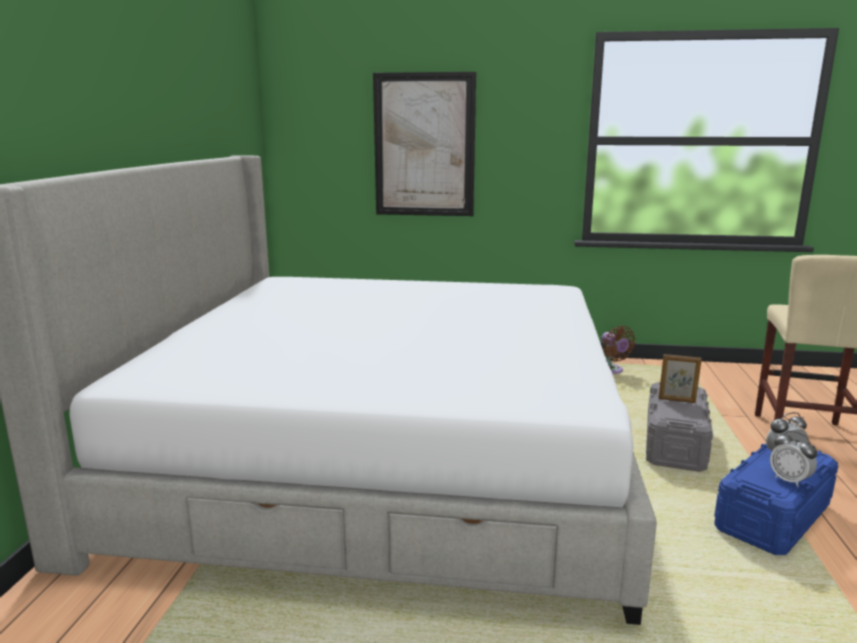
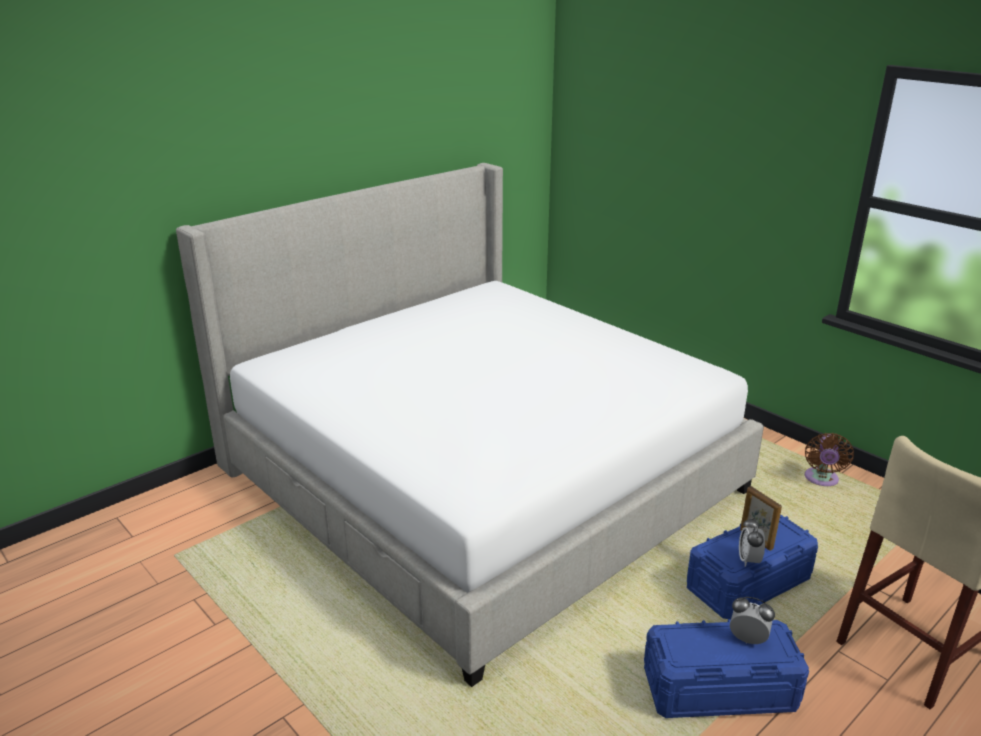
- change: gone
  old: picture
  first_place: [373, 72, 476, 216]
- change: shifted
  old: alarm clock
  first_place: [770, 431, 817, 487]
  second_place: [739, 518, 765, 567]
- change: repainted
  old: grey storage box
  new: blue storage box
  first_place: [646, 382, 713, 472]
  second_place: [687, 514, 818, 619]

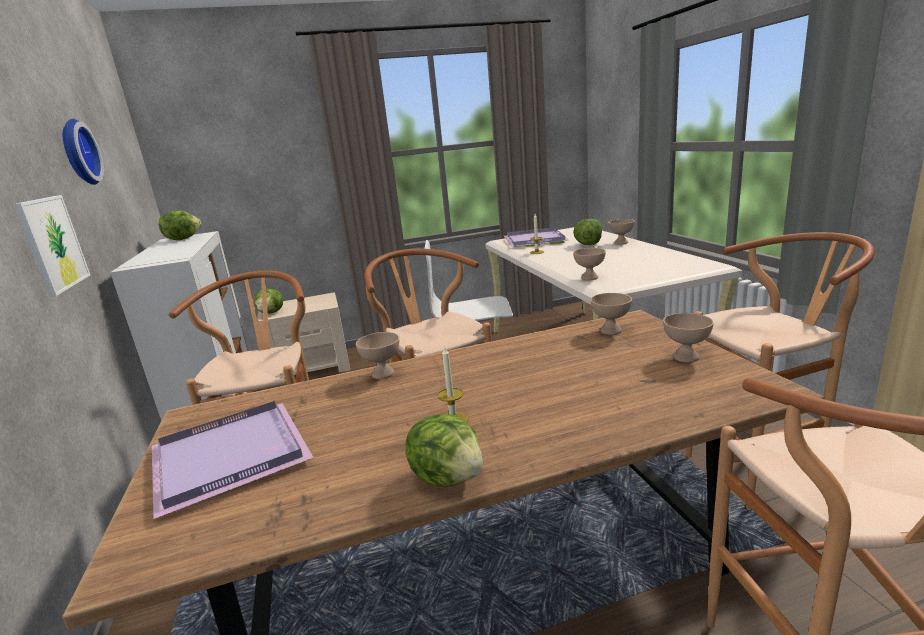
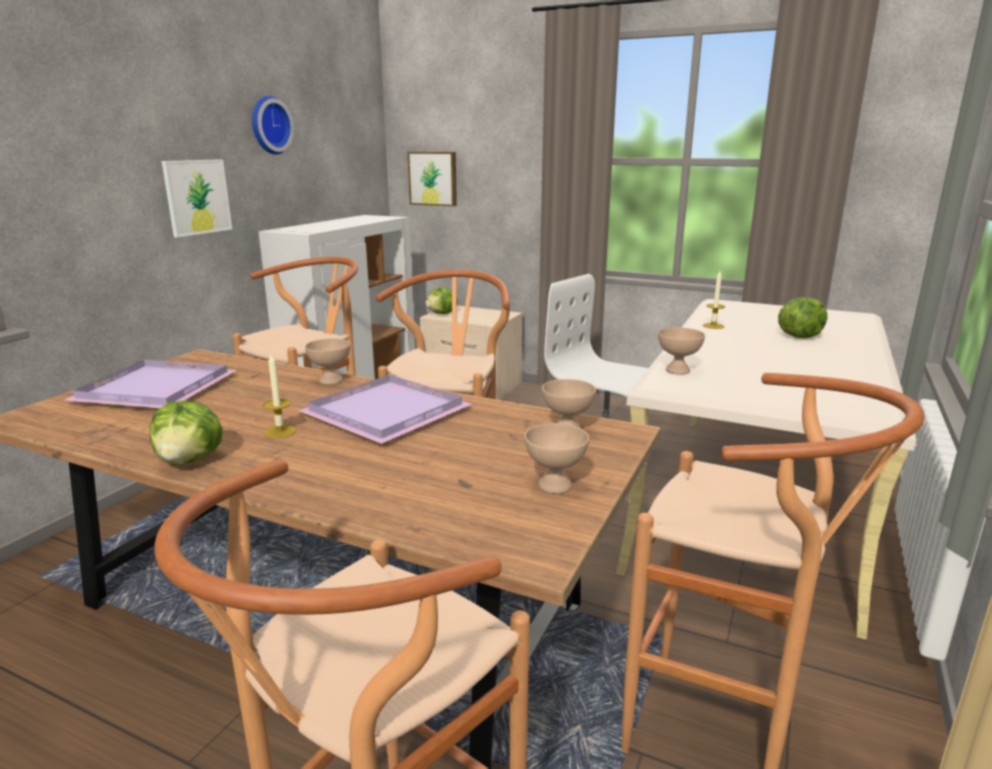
- change: gone
  old: lettuce
  first_place: [159, 210, 201, 240]
- change: gone
  old: beige bowl
  first_place: [608, 219, 635, 245]
- change: new
  new: picture
  second_place: [408, 152, 457, 206]
- change: shifted
  old: purple tray
  first_place: [504, 227, 570, 247]
  second_place: [298, 375, 472, 444]

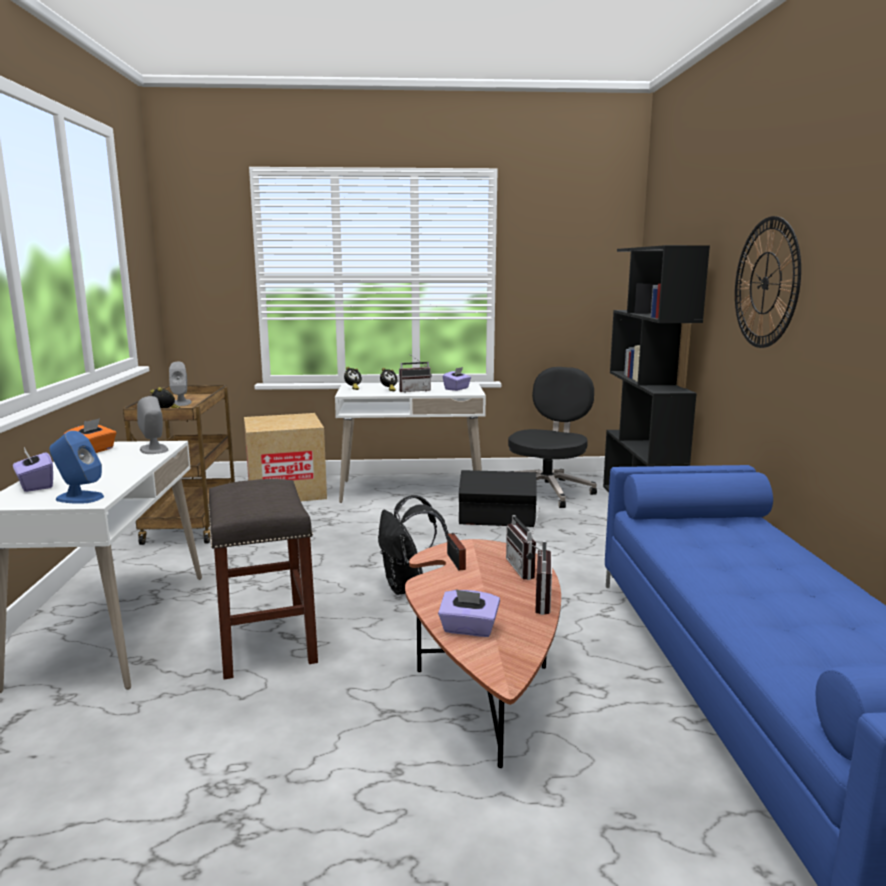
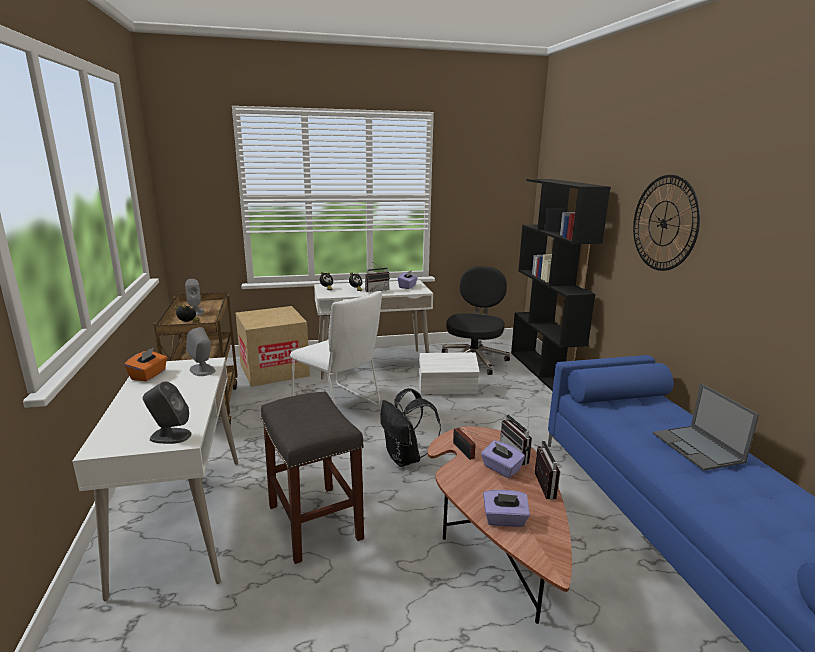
- change: new
  new: white chair
  second_place: [290, 291, 382, 405]
- change: new
  new: laptop
  second_place: [653, 383, 759, 471]
- change: shifted
  old: purple tissue box
  first_place: [13, 447, 53, 492]
  second_place: [481, 440, 525, 478]
- change: repainted
  old: blue speaker
  new: grey speaker
  first_place: [49, 431, 104, 504]
  second_place: [143, 381, 192, 444]
- change: repainted
  old: black storage box
  new: white storage box
  first_place: [459, 470, 537, 527]
  second_place: [418, 353, 479, 395]

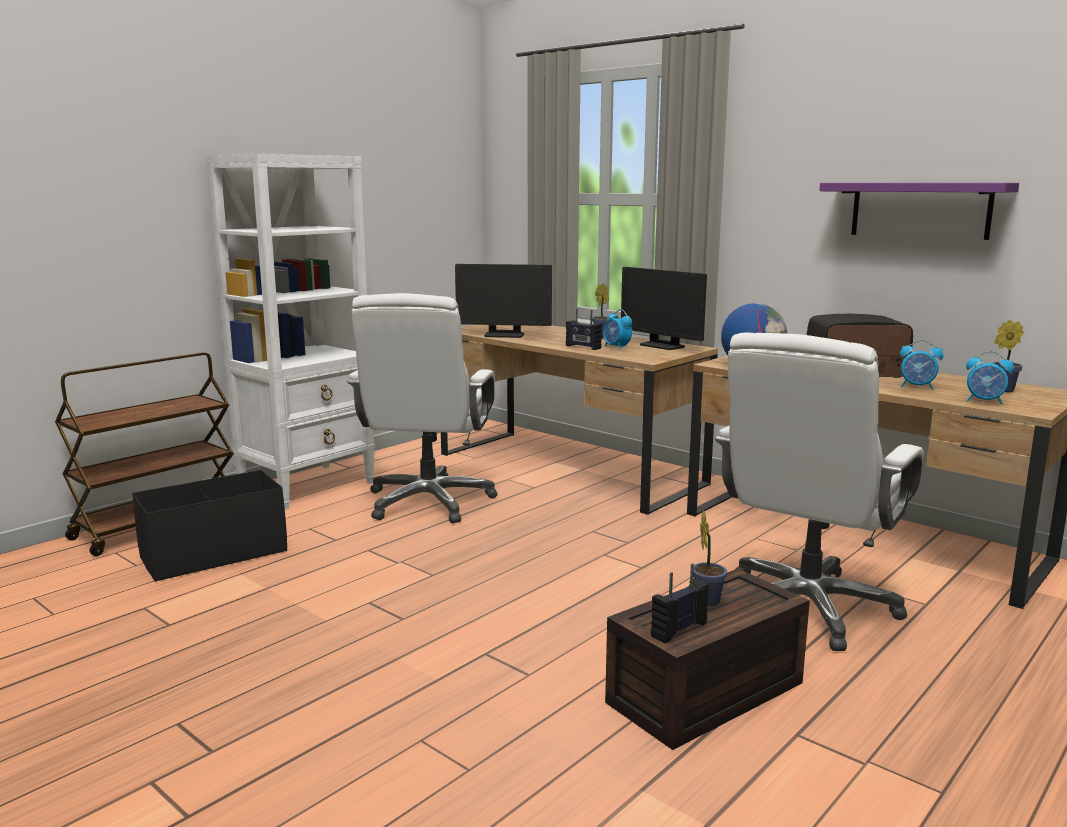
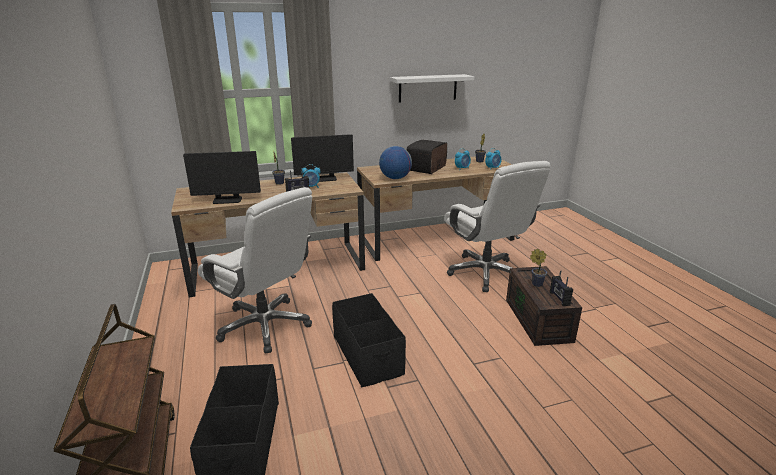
- change: gone
  old: white bookcase
  first_place: [206, 154, 375, 510]
- change: new
  new: black storage box
  second_place: [332, 293, 406, 388]
- change: repainted
  old: purple shelf
  new: white shelf
  first_place: [819, 183, 1019, 240]
  second_place: [390, 74, 475, 103]
- change: rotated
  old: monitor
  first_place: [455, 264, 552, 338]
  second_place: [183, 151, 261, 204]
  degrees: 45

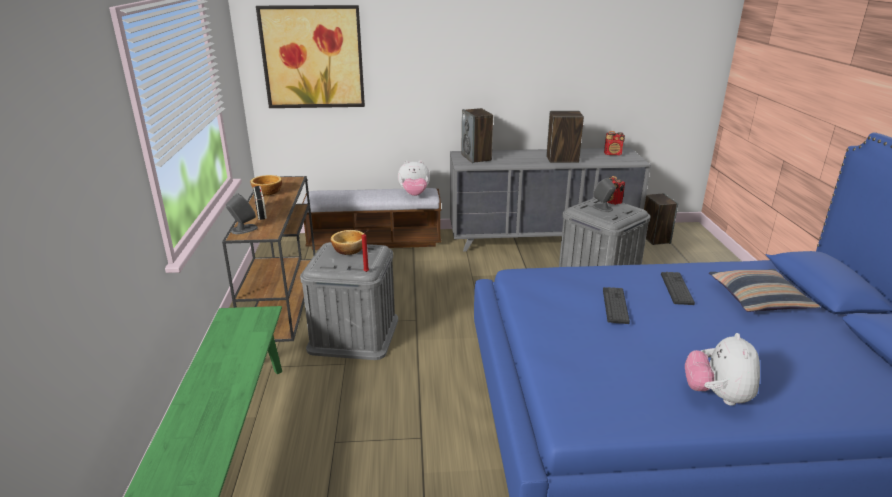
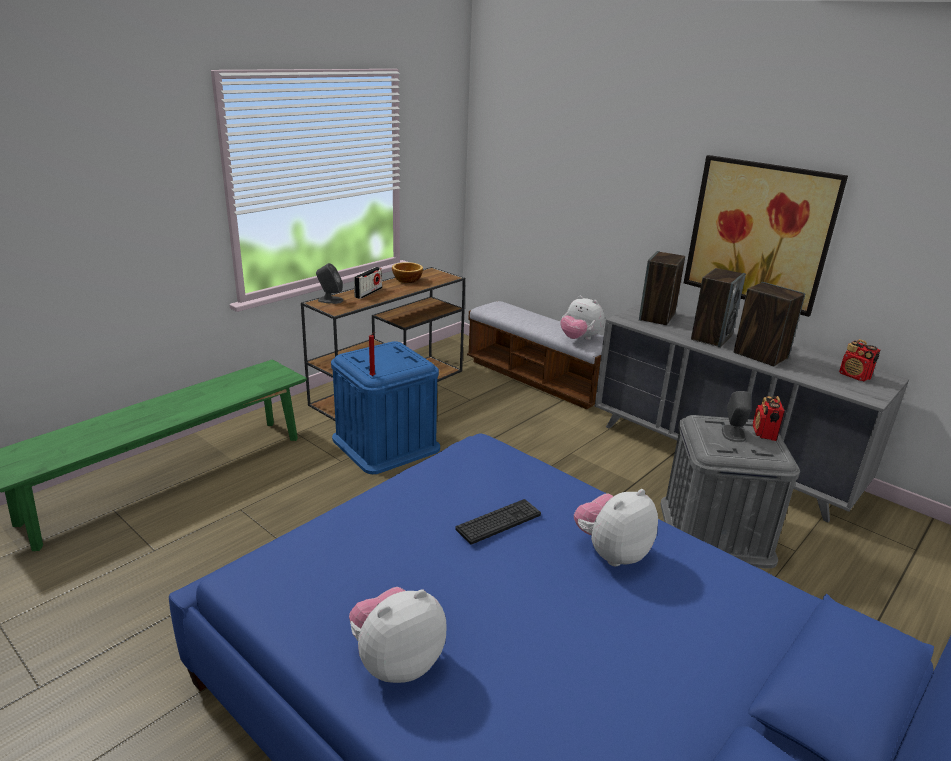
- change: gone
  old: bowl
  first_place: [331, 230, 364, 255]
- change: gone
  old: pillow
  first_place: [709, 269, 820, 312]
- change: shifted
  old: picture
  first_place: [256, 5, 365, 108]
  second_place: [684, 155, 848, 317]
- change: shifted
  old: speaker
  first_place: [644, 193, 678, 245]
  second_place: [691, 268, 746, 348]
- change: swapped
  old: keyboard
  new: plush toy
  first_place: [661, 272, 695, 305]
  second_place: [574, 489, 658, 567]
- change: repainted
  old: grey storage box
  new: blue storage box
  first_place: [300, 242, 398, 360]
  second_place: [331, 341, 440, 474]

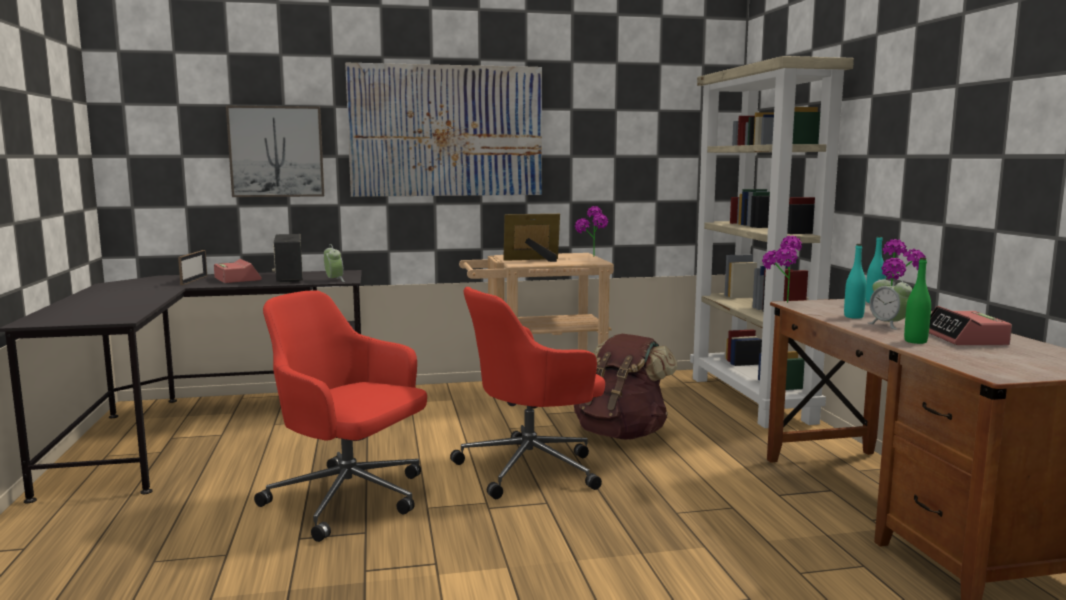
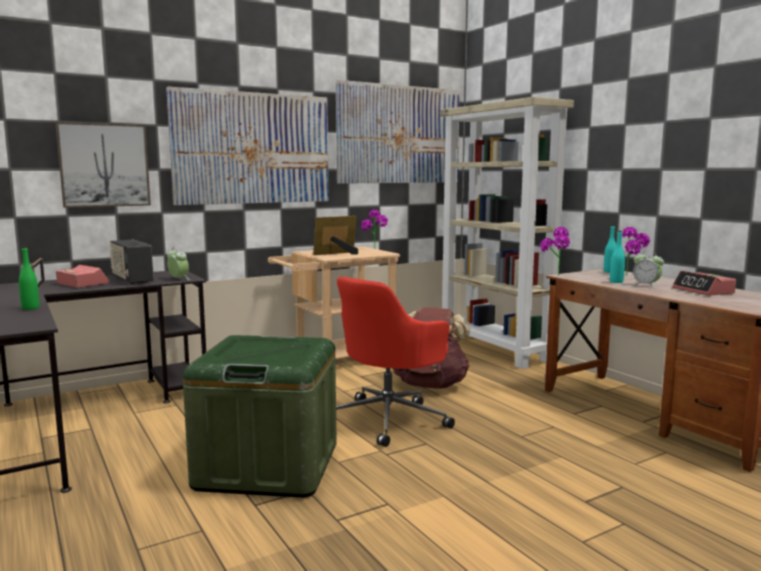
- change: new
  new: picture
  second_place: [336, 80, 460, 184]
- change: shifted
  old: green bottle
  first_place: [904, 257, 931, 344]
  second_place: [19, 247, 39, 310]
- change: swapped
  old: red office chair
  new: green storage box
  first_place: [254, 291, 427, 542]
  second_place: [182, 335, 337, 498]

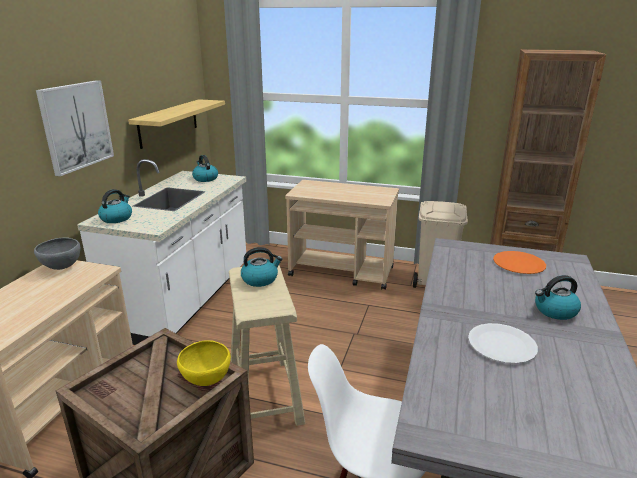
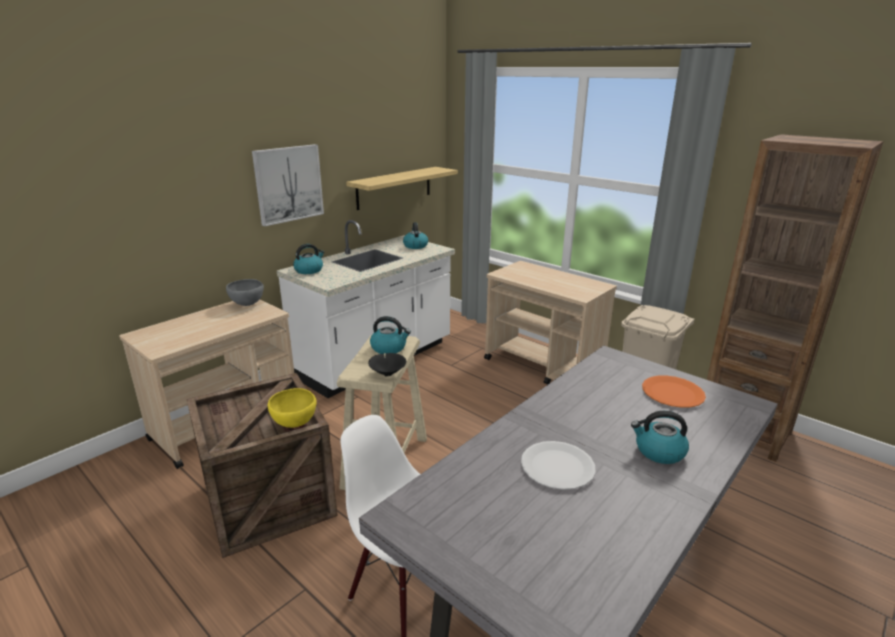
- change: new
  new: black bowl
  second_place: [368, 353, 406, 377]

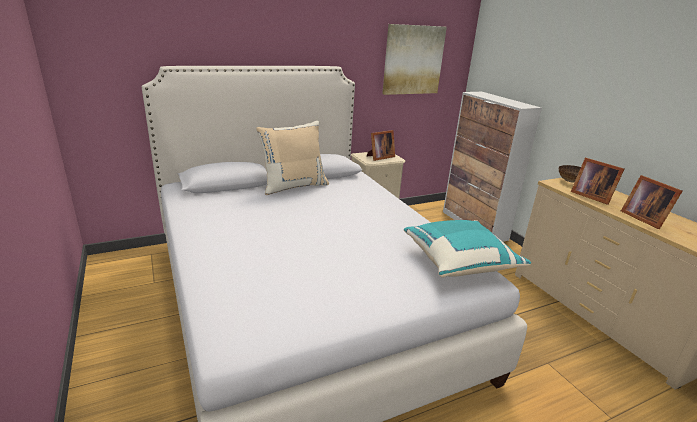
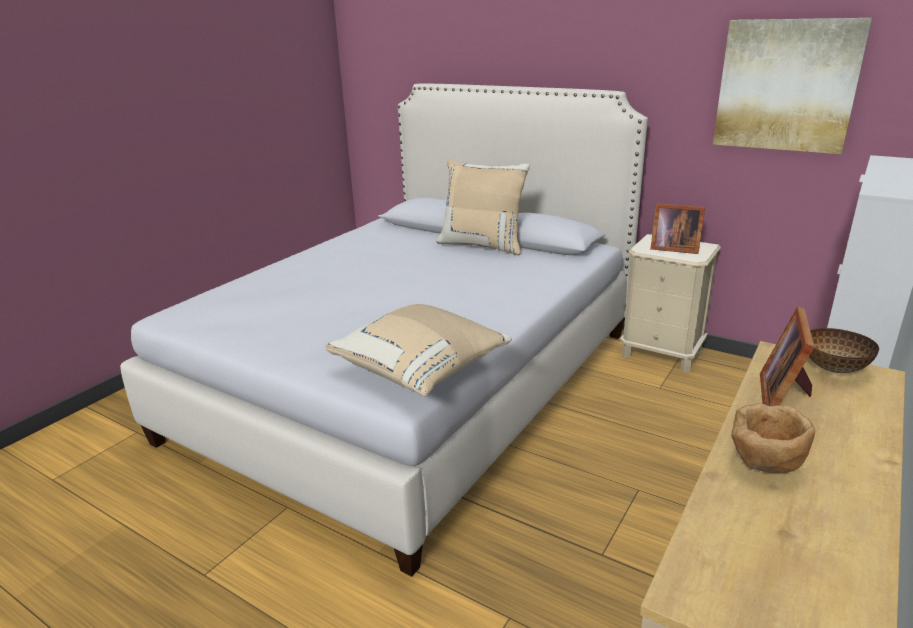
- change: swapped
  old: picture frame
  new: brown bowl
  first_place: [621, 175, 683, 229]
  second_place: [731, 403, 815, 473]
- change: repainted
  old: turquoise pillow
  new: beige pillow
  first_place: [404, 220, 531, 278]
  second_place: [326, 304, 512, 396]

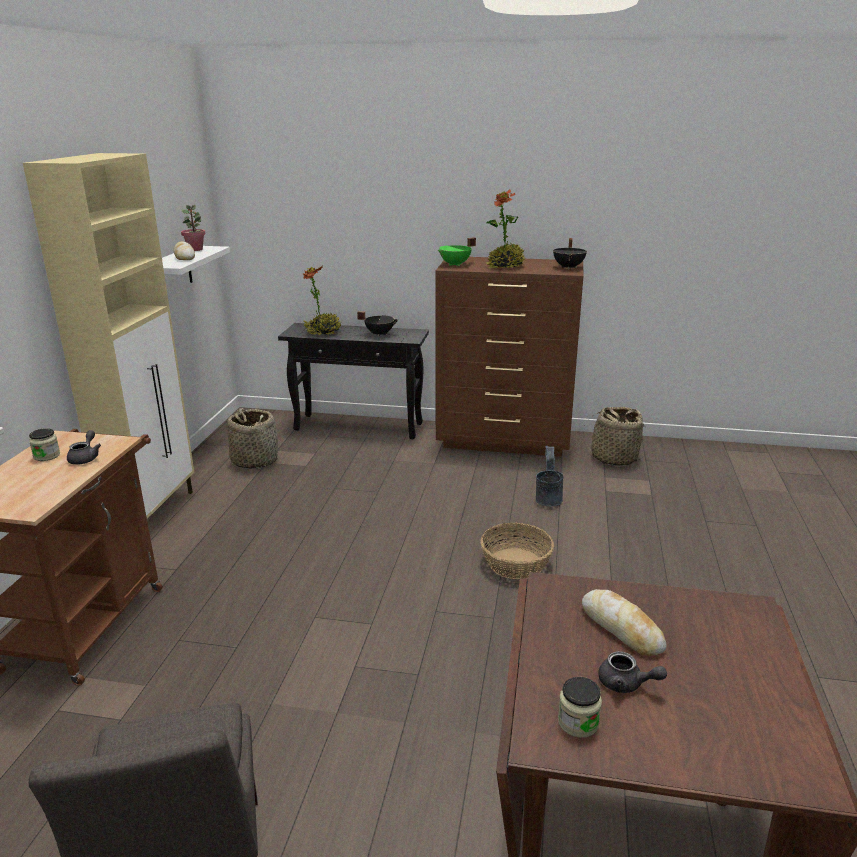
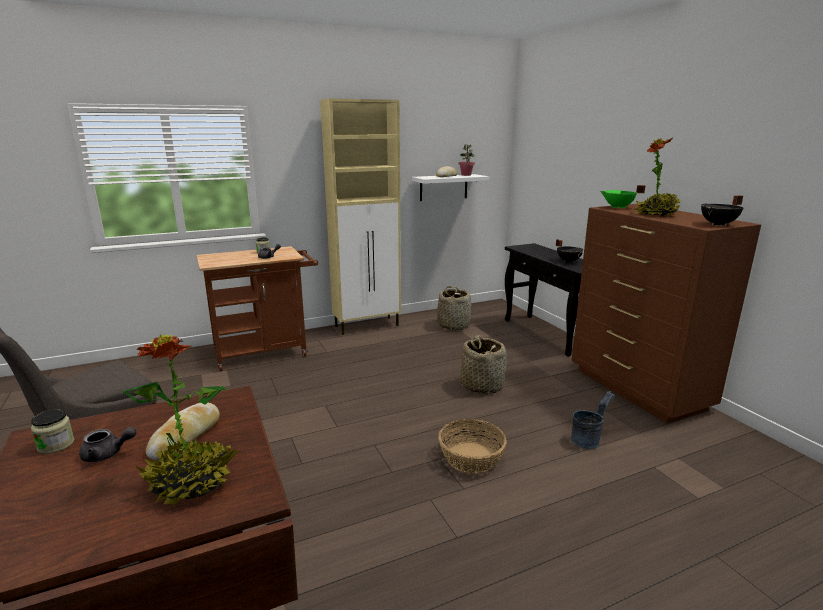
- change: shifted
  old: potted plant
  first_place: [303, 266, 341, 335]
  second_place: [123, 334, 238, 506]
- change: shifted
  old: basket
  first_place: [583, 407, 646, 466]
  second_place: [460, 335, 507, 394]
- change: rotated
  old: grey teapot
  first_place: [598, 651, 667, 693]
  second_place: [79, 427, 136, 462]
  degrees: -90

